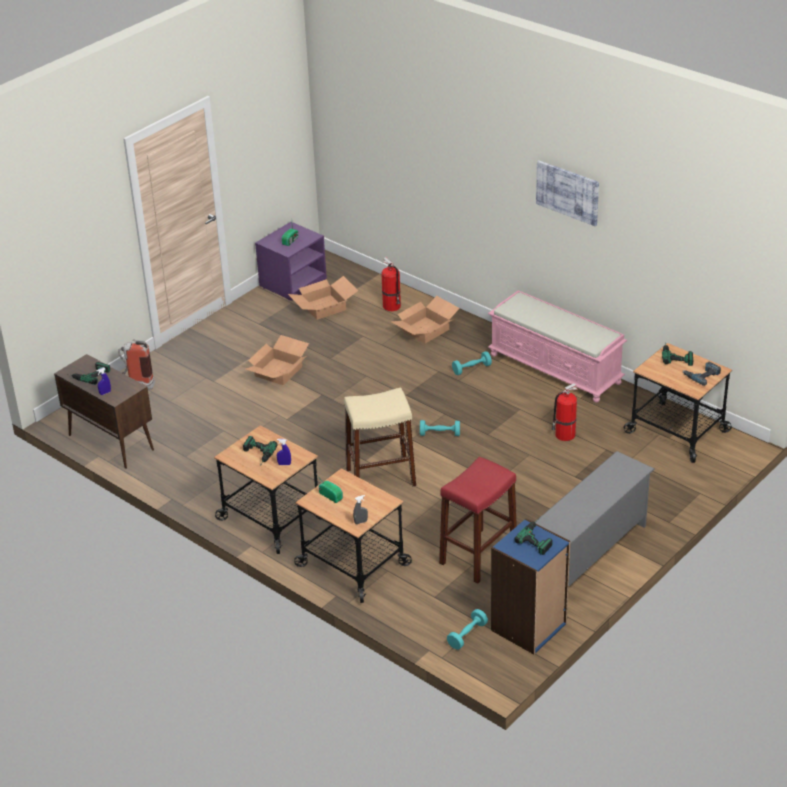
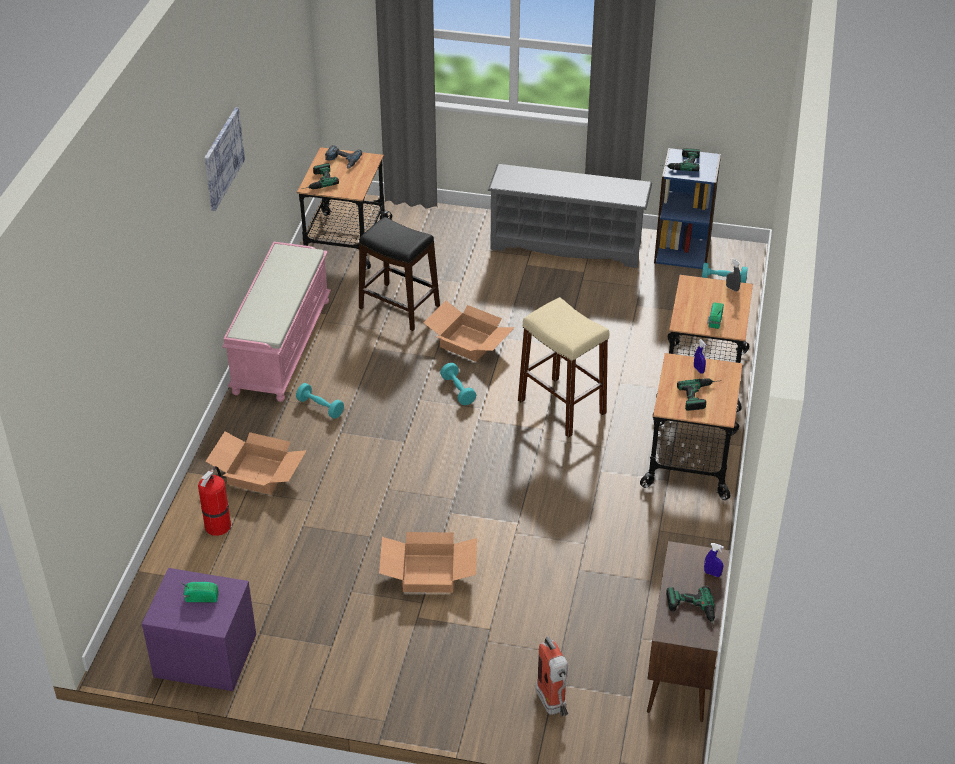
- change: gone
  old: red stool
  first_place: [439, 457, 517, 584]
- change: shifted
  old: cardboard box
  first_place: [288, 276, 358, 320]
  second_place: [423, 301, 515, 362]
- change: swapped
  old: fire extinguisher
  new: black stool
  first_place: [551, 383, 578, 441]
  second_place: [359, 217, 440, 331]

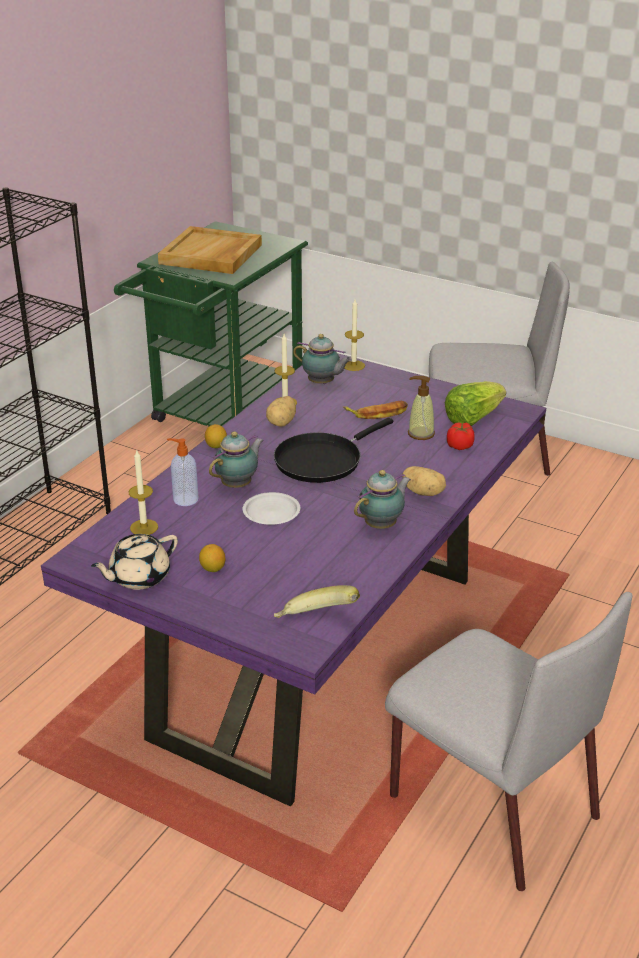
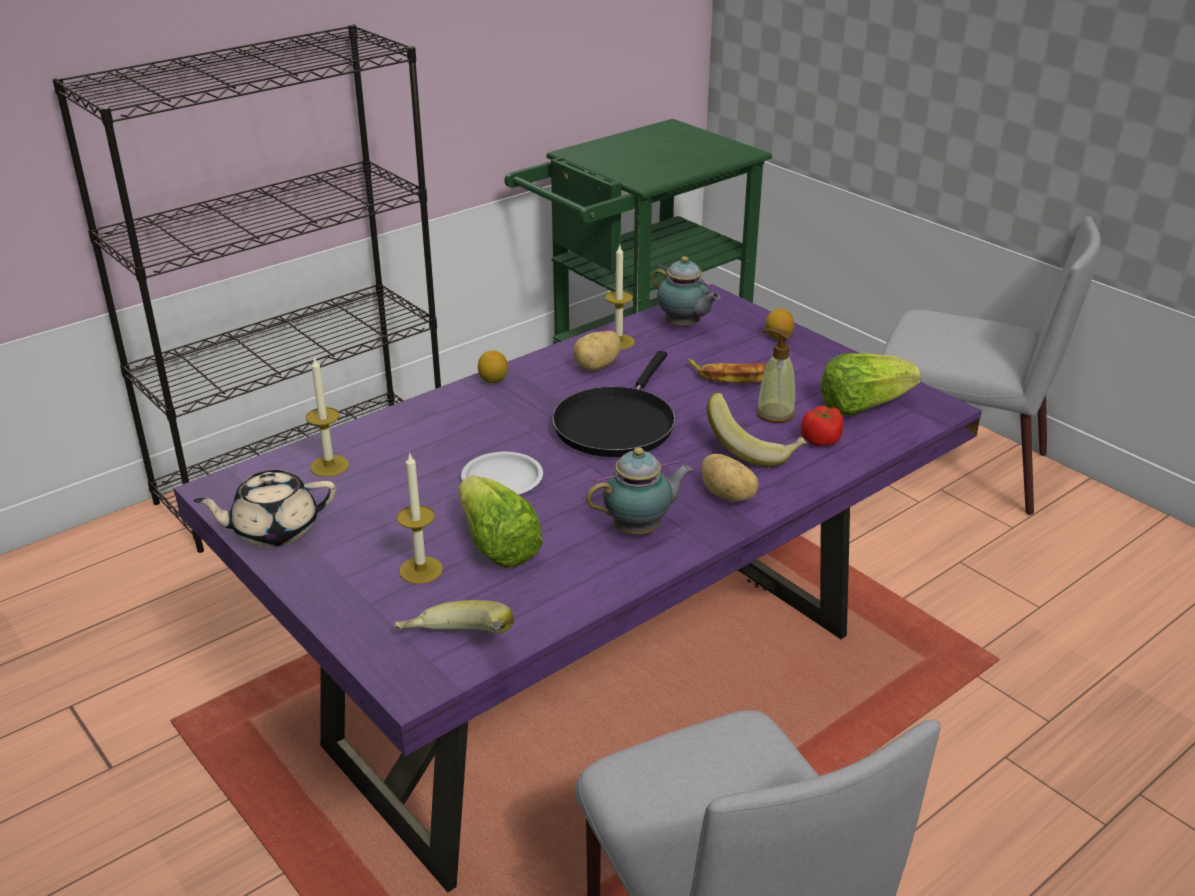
- change: gone
  old: beige tray
  first_place: [158, 226, 262, 274]
- change: gone
  old: soap dispenser
  first_place: [167, 438, 198, 506]
- change: gone
  old: teapot
  first_place: [209, 431, 263, 488]
- change: new
  new: lettuce
  second_place: [458, 475, 543, 568]
- change: new
  new: banana
  second_place: [707, 393, 807, 467]
- change: shifted
  old: lemon
  first_place: [199, 544, 226, 572]
  second_place: [765, 309, 794, 340]
- change: shifted
  old: candle
  first_place: [345, 299, 365, 371]
  second_place: [397, 452, 443, 584]
- change: rotated
  old: black frying pan
  first_place: [274, 418, 393, 483]
  second_place: [552, 351, 675, 457]
  degrees: -45

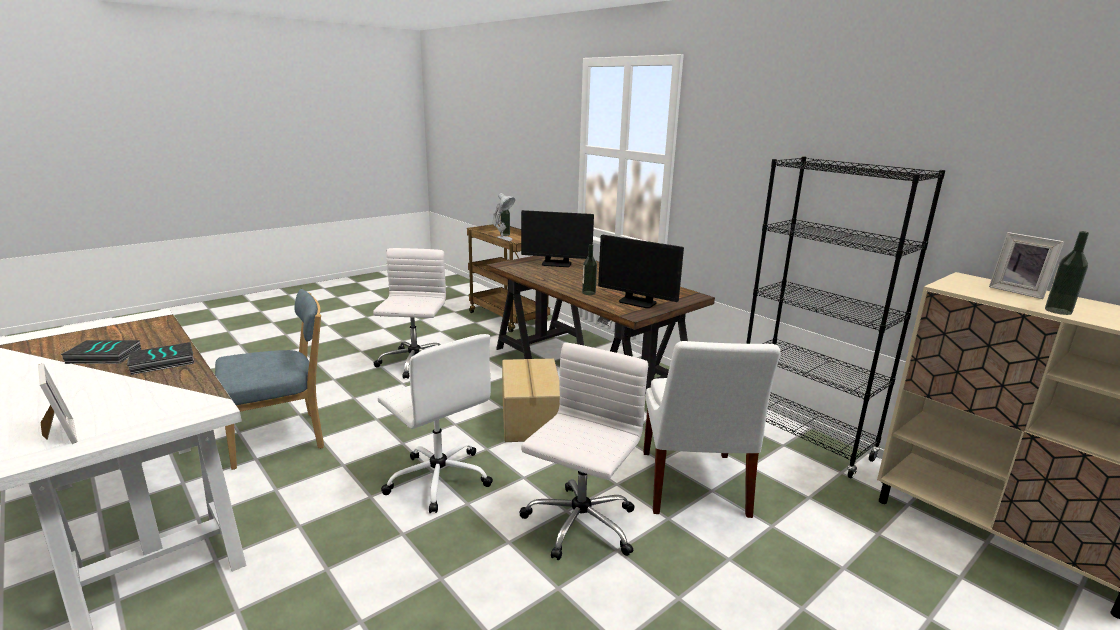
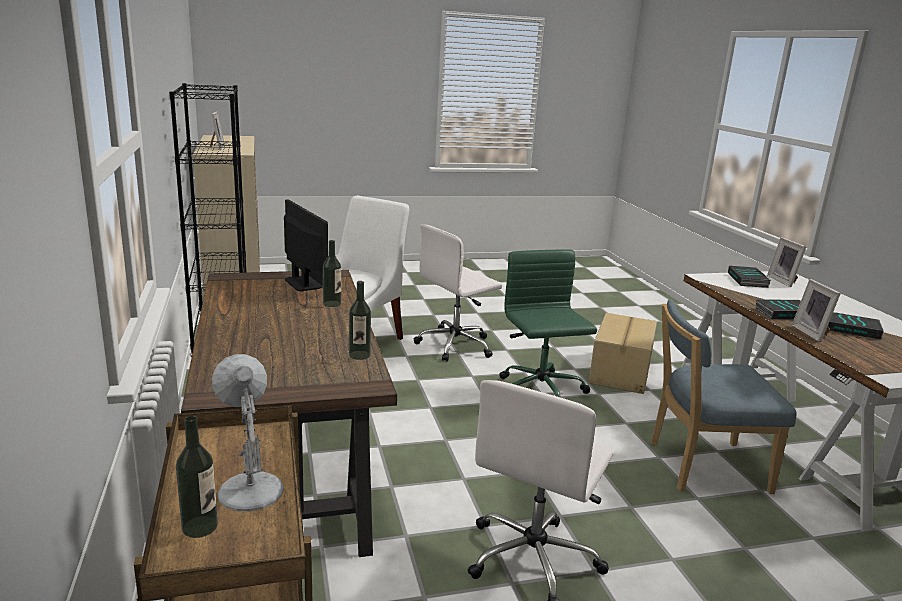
- change: gone
  old: monitor
  first_place: [521, 210, 594, 267]
- change: new
  new: book
  second_place: [728, 266, 771, 288]
- change: new
  new: picture frame
  second_place: [792, 279, 841, 342]
- change: shifted
  old: cardboard box
  first_place: [502, 358, 560, 442]
  second_place: [589, 313, 657, 394]
- change: shifted
  old: bottle
  first_place: [1045, 231, 1089, 315]
  second_place: [349, 281, 371, 360]
- change: repainted
  old: white office chair
  new: green office chair
  first_place: [378, 334, 493, 513]
  second_place: [500, 249, 597, 398]

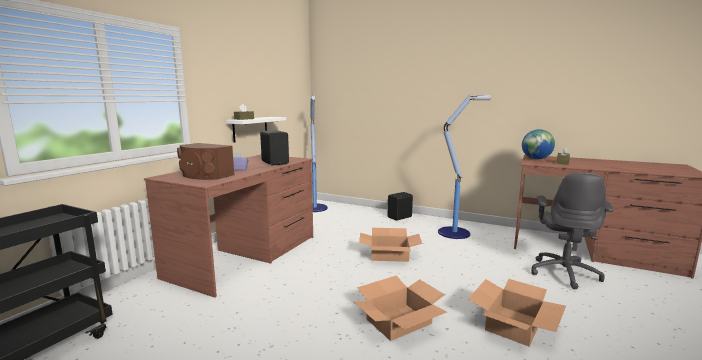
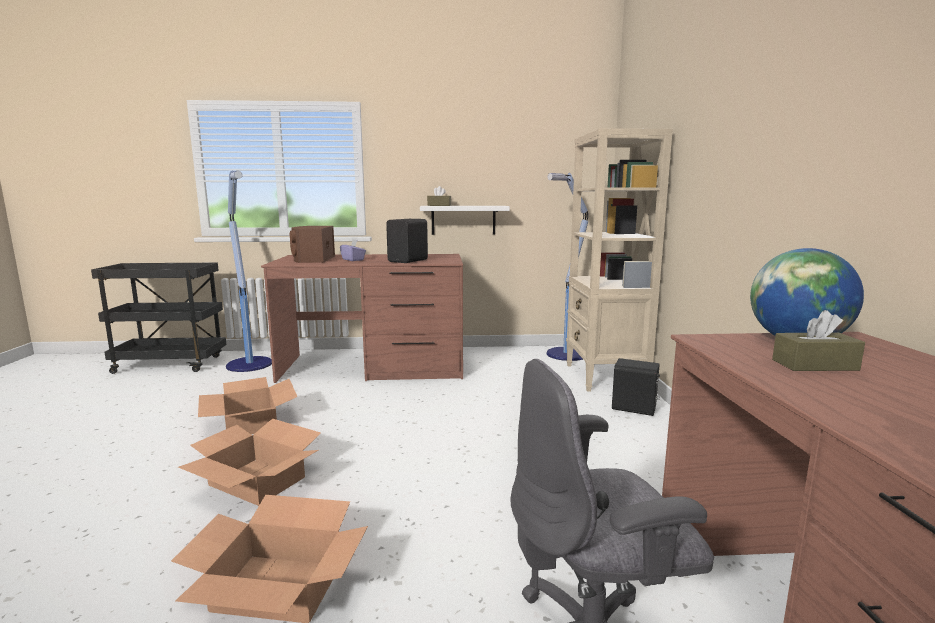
- change: new
  new: beige bookcase
  second_place: [566, 128, 673, 392]
- change: shifted
  old: cardboard box
  first_place: [359, 228, 422, 262]
  second_place: [198, 377, 297, 434]
- change: shifted
  old: floor lamp
  first_place: [438, 94, 491, 239]
  second_place: [226, 171, 272, 372]

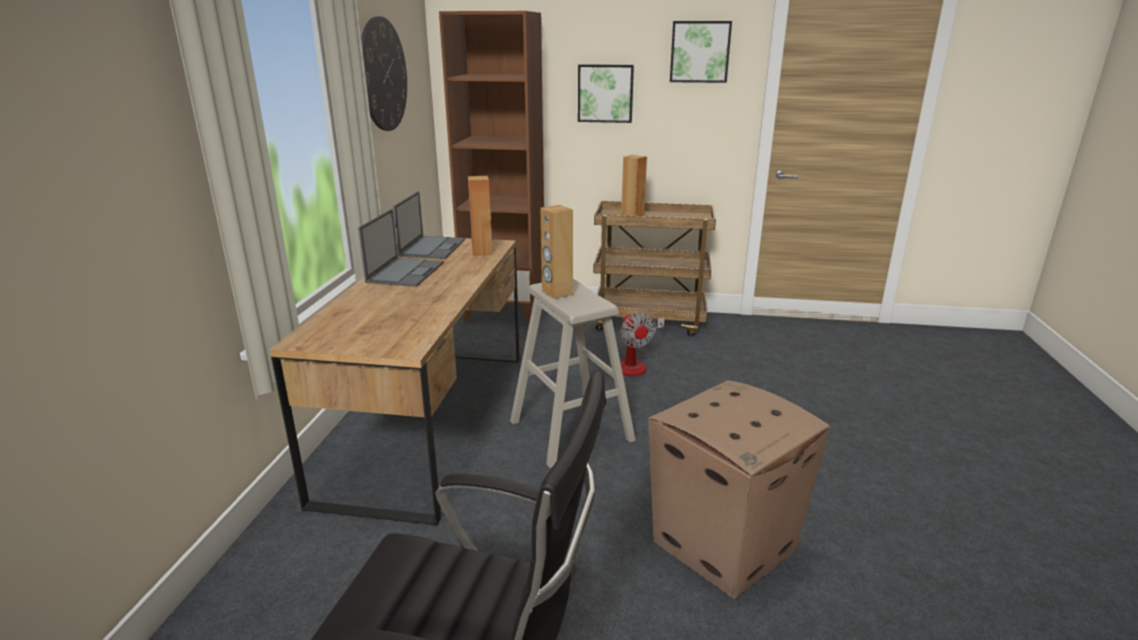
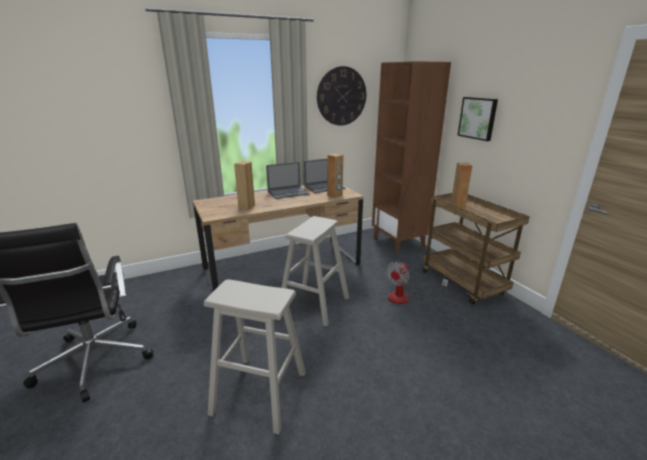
- change: gone
  old: picture
  first_place: [670, 21, 732, 83]
- change: shifted
  old: brown speaker
  first_place: [541, 205, 573, 299]
  second_place: [234, 161, 255, 210]
- change: swapped
  old: cardboard box
  new: beige stool
  first_place: [648, 380, 830, 599]
  second_place: [204, 279, 306, 434]

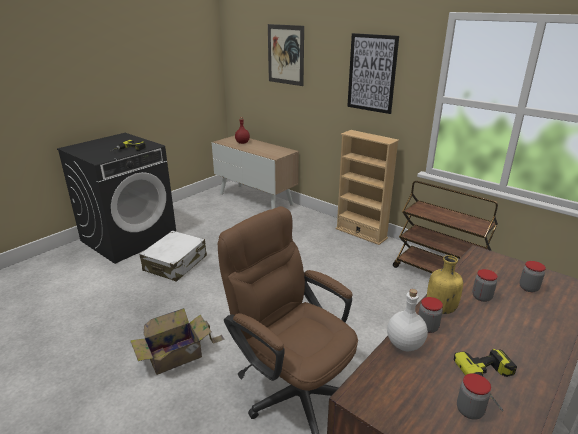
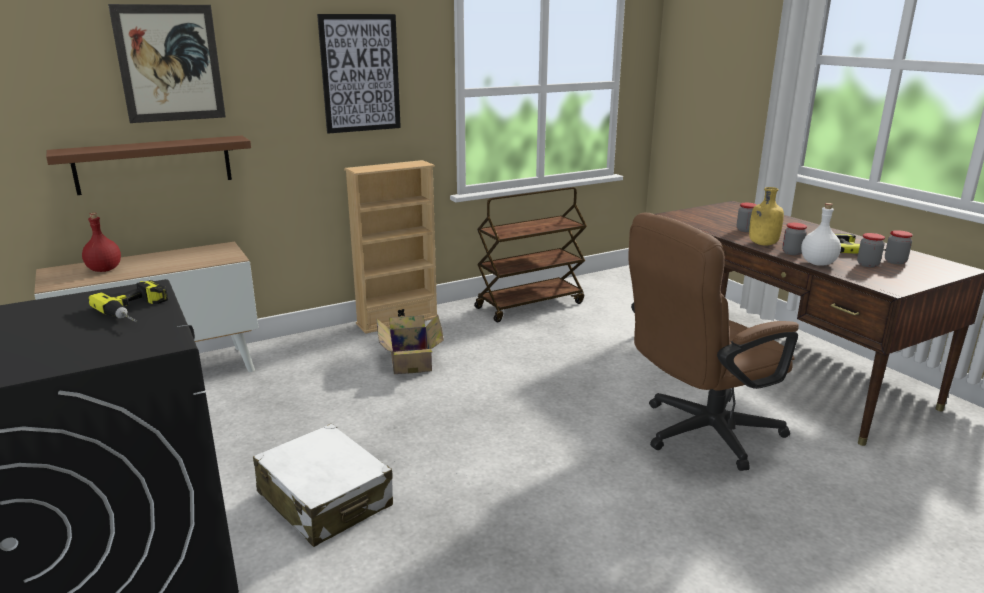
- change: new
  new: brown shelf
  second_place: [46, 136, 251, 195]
- change: shifted
  old: cardboard box
  first_place: [131, 308, 225, 375]
  second_place: [376, 315, 444, 374]
- change: shifted
  old: jar
  first_place: [519, 261, 546, 292]
  second_place: [857, 233, 885, 267]

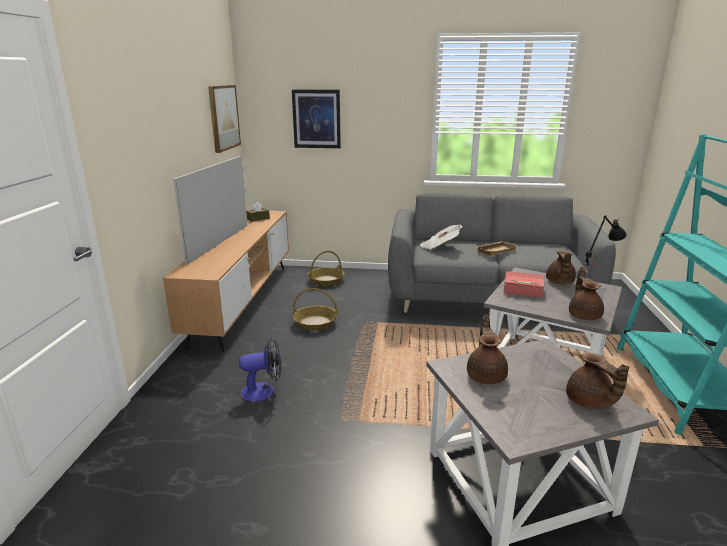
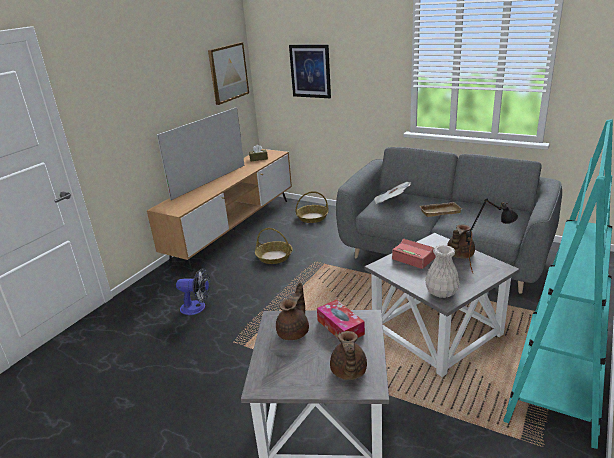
- change: new
  new: tissue box
  second_place: [317, 300, 365, 339]
- change: swapped
  old: brown teapot
  new: white vase
  first_place: [569, 267, 604, 320]
  second_place: [425, 245, 460, 298]

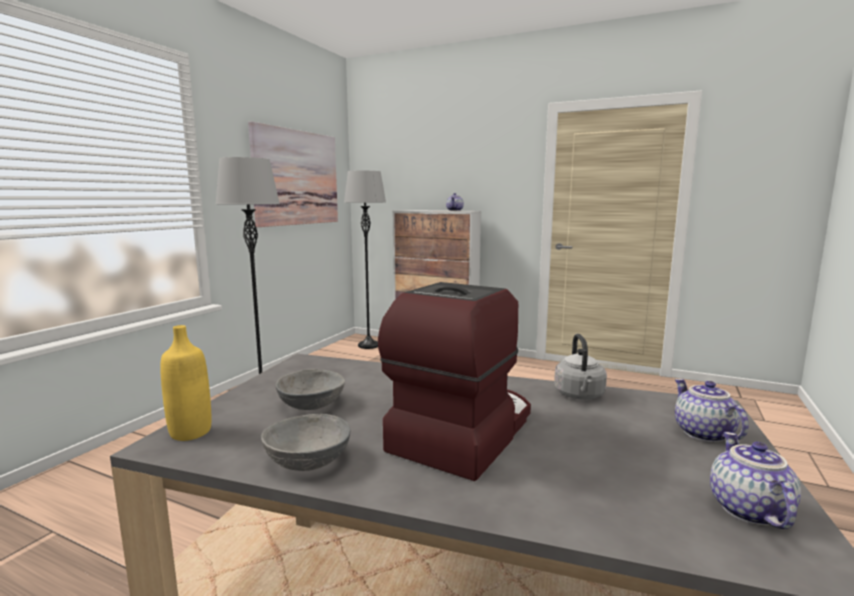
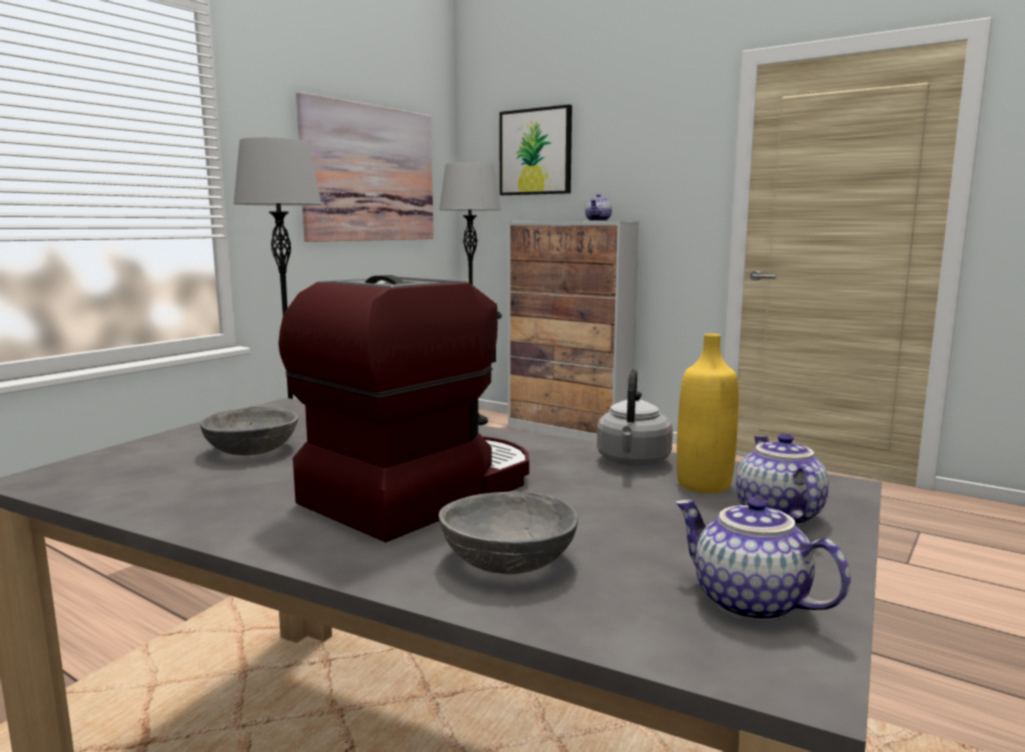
- change: new
  new: picture
  second_place: [499, 104, 572, 195]
- change: shifted
  old: yellow bottle
  first_place: [160, 325, 212, 441]
  second_place: [677, 333, 739, 493]
- change: shifted
  old: grey bowl
  first_place: [261, 414, 350, 471]
  second_place: [439, 491, 578, 574]
- change: rotated
  old: teapot
  first_place: [710, 432, 801, 529]
  second_place: [675, 497, 851, 622]
  degrees: -60

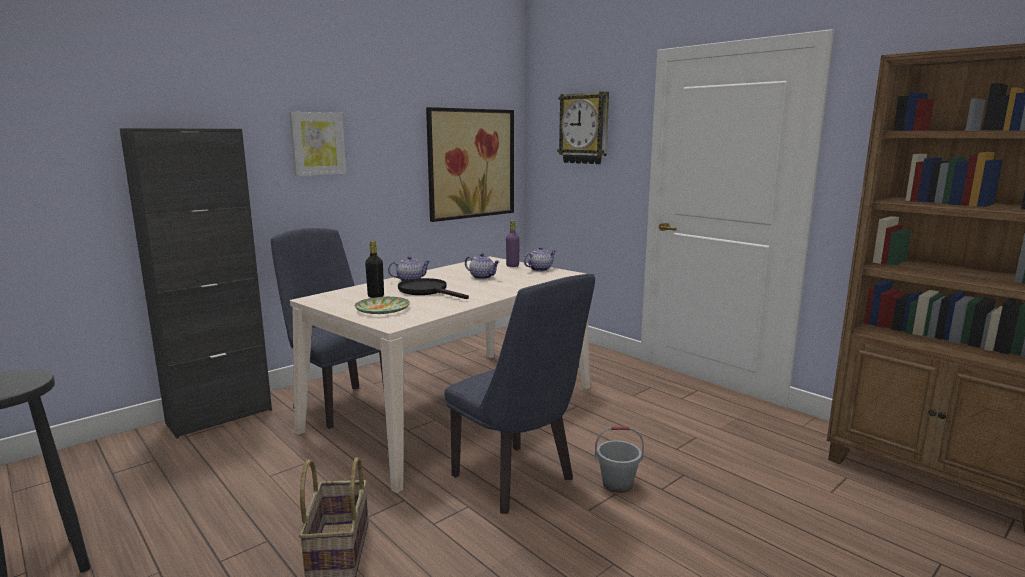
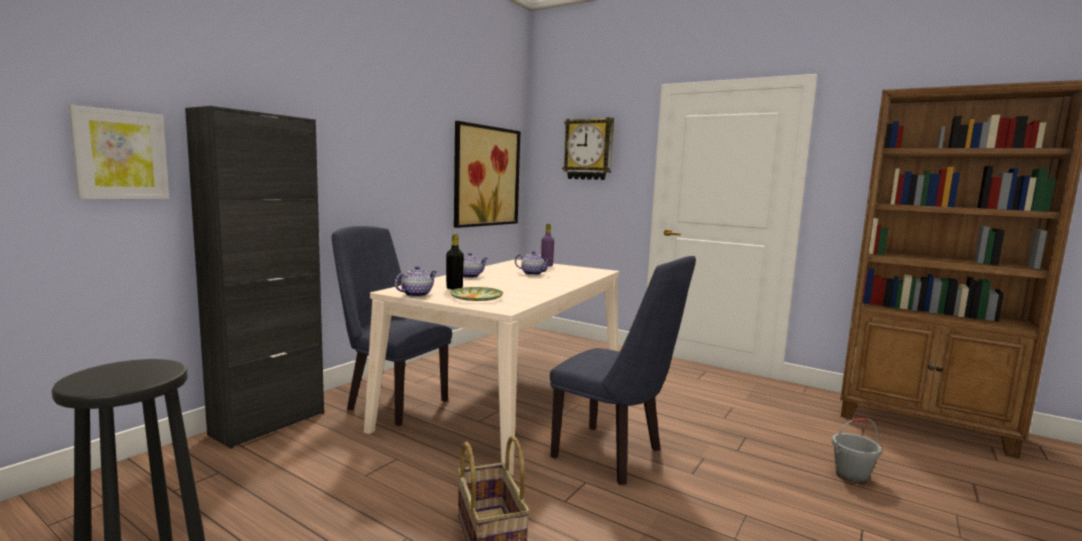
- change: gone
  old: black frying pan
  first_place: [398, 278, 469, 299]
- change: shifted
  old: picture
  first_place: [289, 112, 346, 176]
  second_place: [69, 105, 169, 199]
- change: shifted
  old: teapot
  first_place: [524, 247, 556, 271]
  second_place: [395, 266, 437, 297]
- change: shifted
  old: grey bucket
  first_place: [595, 426, 644, 493]
  second_place: [832, 418, 882, 484]

